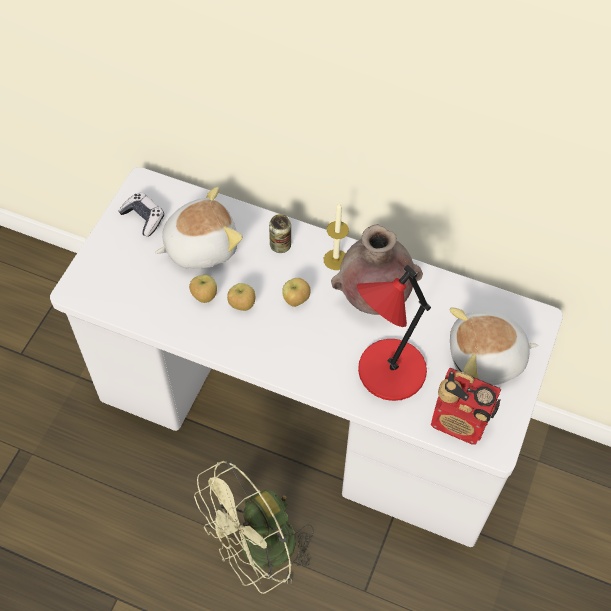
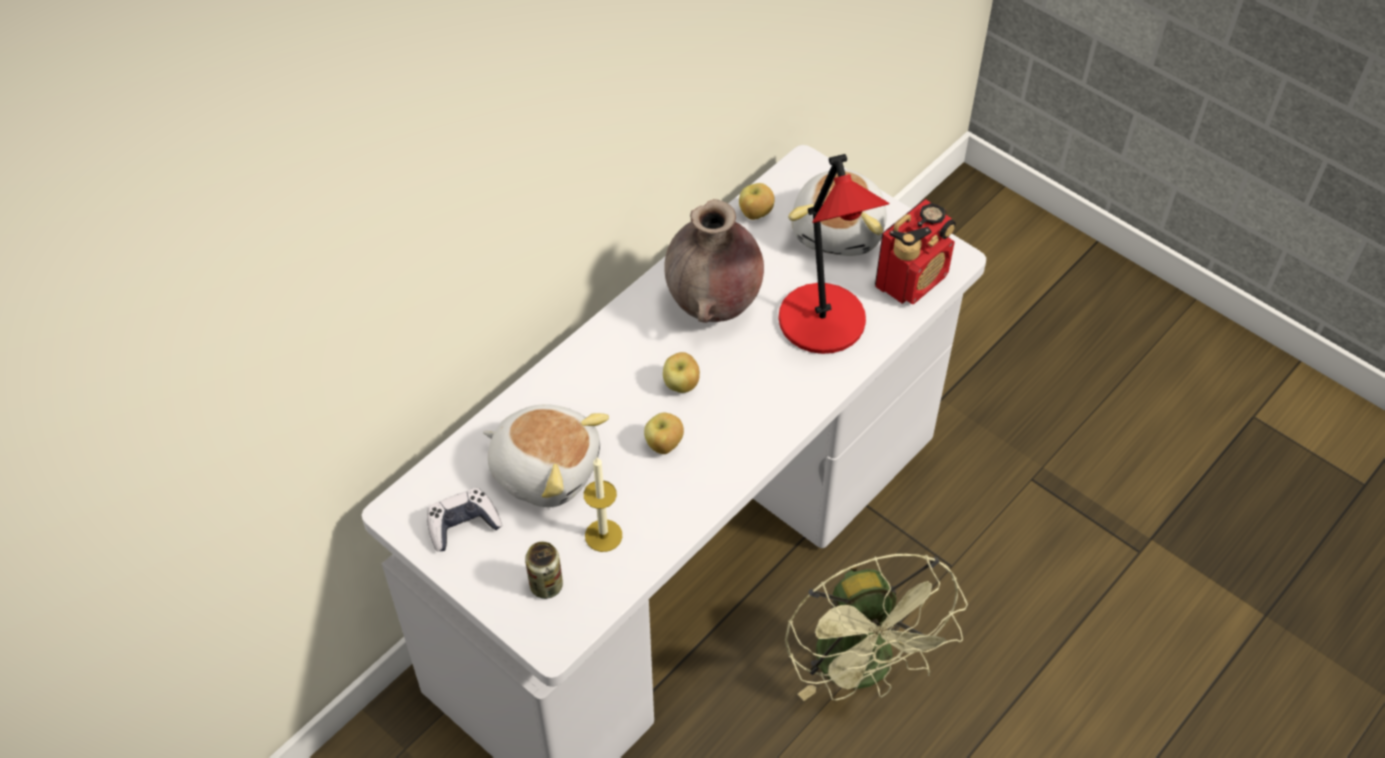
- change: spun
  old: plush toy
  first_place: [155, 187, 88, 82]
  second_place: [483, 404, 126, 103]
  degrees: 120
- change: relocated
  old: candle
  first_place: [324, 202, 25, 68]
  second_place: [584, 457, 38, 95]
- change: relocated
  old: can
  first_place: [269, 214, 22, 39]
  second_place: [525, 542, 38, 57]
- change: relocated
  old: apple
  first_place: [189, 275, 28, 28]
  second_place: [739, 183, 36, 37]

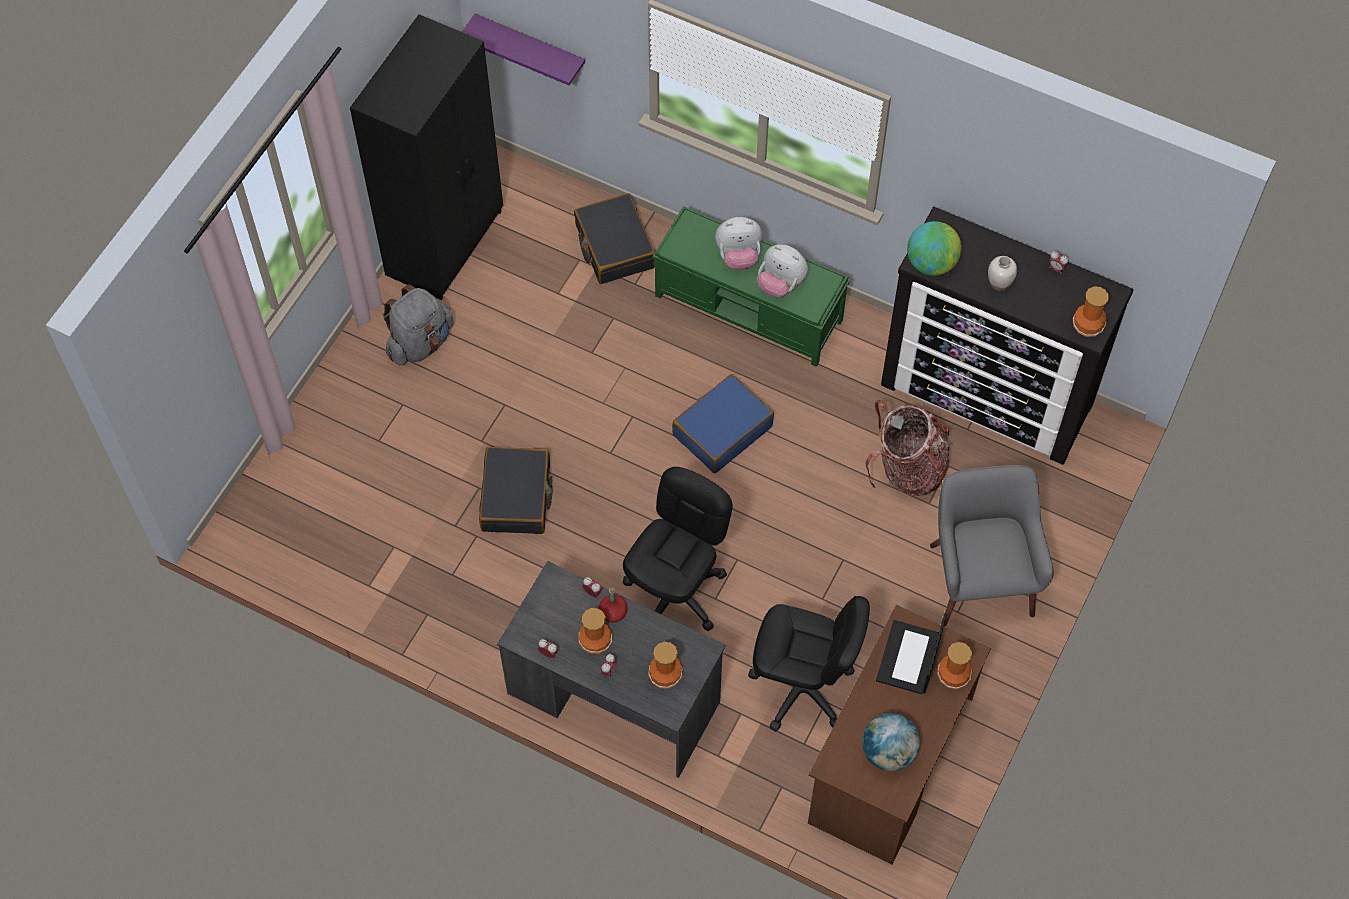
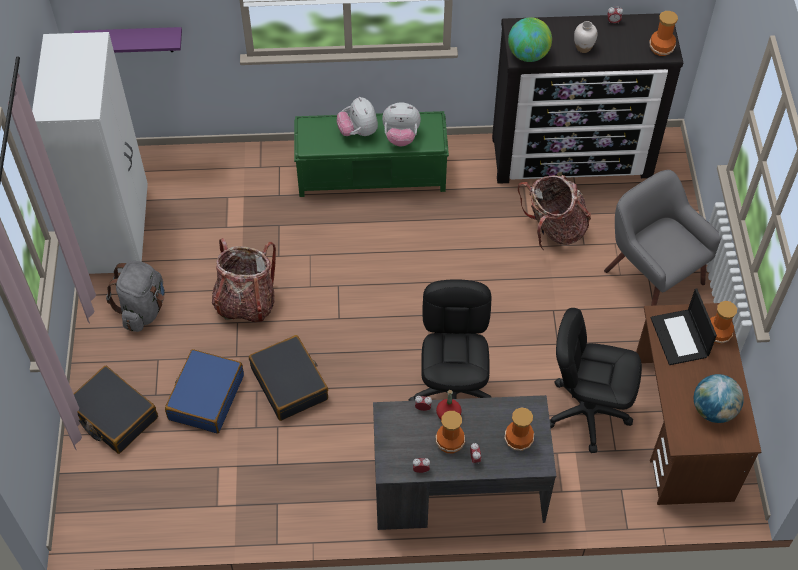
- change: colour
  old: black wardrobe
  new: white wardrobe
  first_place: [350, 14, 153, 286]
  second_place: [32, 32, 116, 242]
- change: relocated
  old: black suitcase
  first_place: [574, 193, 81, 91]
  second_place: [74, 366, 84, 88]
- change: spun
  old: plush toy
  first_place: [715, 217, 47, 53]
  second_place: [337, 97, 41, 39]
  degrees: 105
- change: relocated
  old: blue suitcase
  first_place: [672, 374, 102, 99]
  second_place: [165, 349, 79, 84]
- change: spun
  old: black office chair
  first_place: [748, 596, 122, 136]
  second_place: [550, 308, 92, 145]
  degrees: -150
- change: appeared
  new: backpack
  second_place: [212, 238, 64, 85]

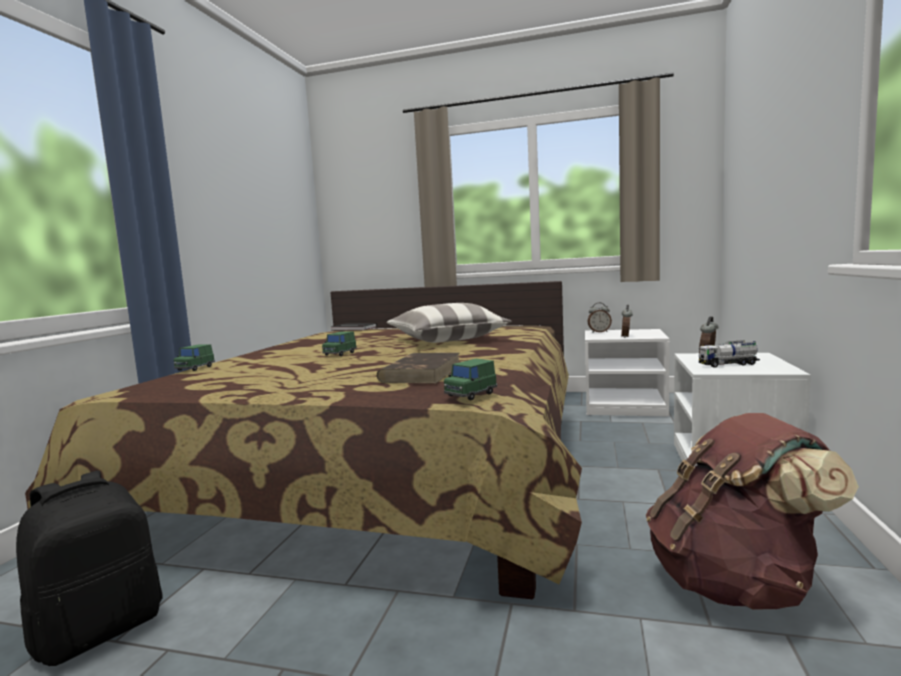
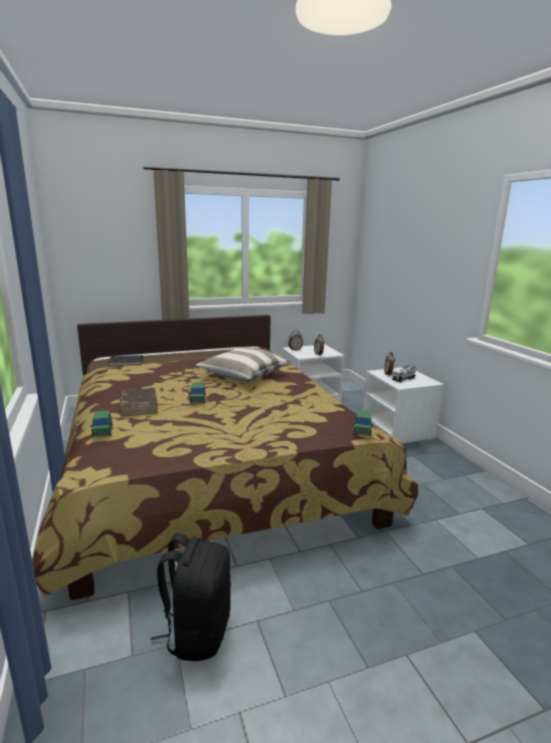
- change: relocated
  old: brown book
  first_place: [377, 353, 82, 31]
  second_place: [120, 388, 38, 28]
- change: missing
  old: brown backpack
  first_place: [646, 413, 213, 197]

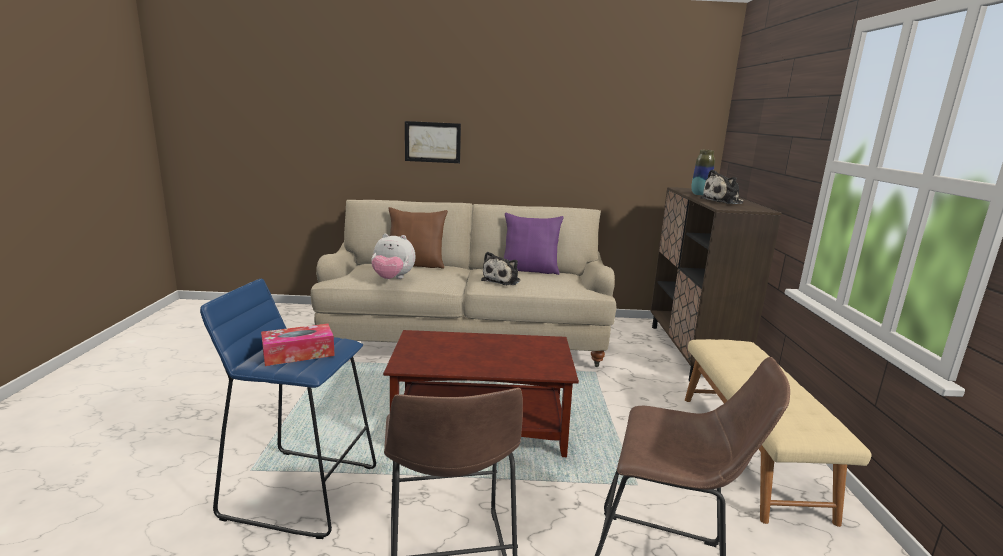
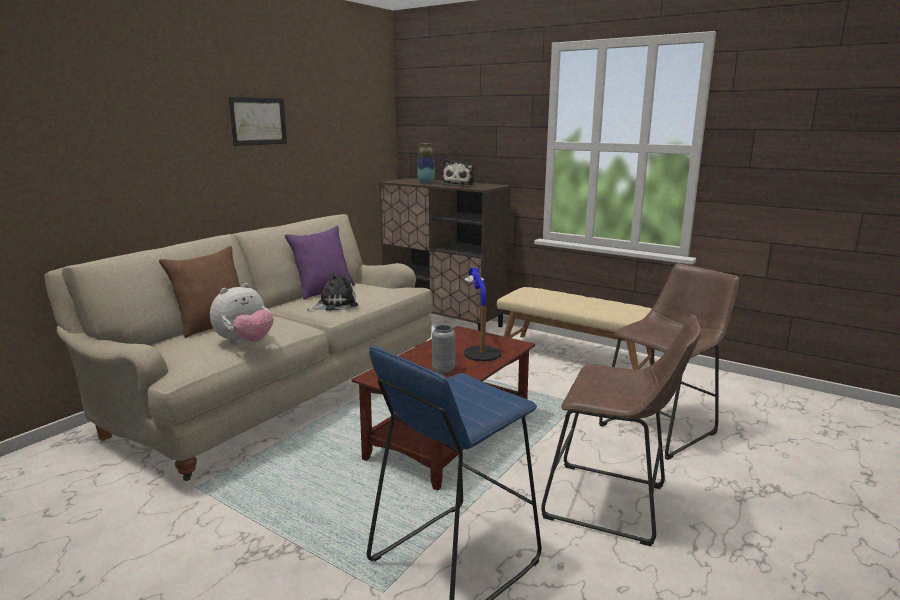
- change: relocated
  old: picture
  first_place: [405, 121, 56, 42]
  second_place: [229, 97, 58, 49]
- change: spun
  old: plush toy
  first_place: [481, 252, 39, 33]
  second_place: [307, 273, 51, 38]
  degrees: -90
- change: missing
  old: tissue box
  first_place: [261, 324, 74, 42]
- change: appeared
  new: table lamp
  second_place: [464, 268, 37, 93]
- change: appeared
  new: grey vase
  second_place: [432, 325, 23, 49]

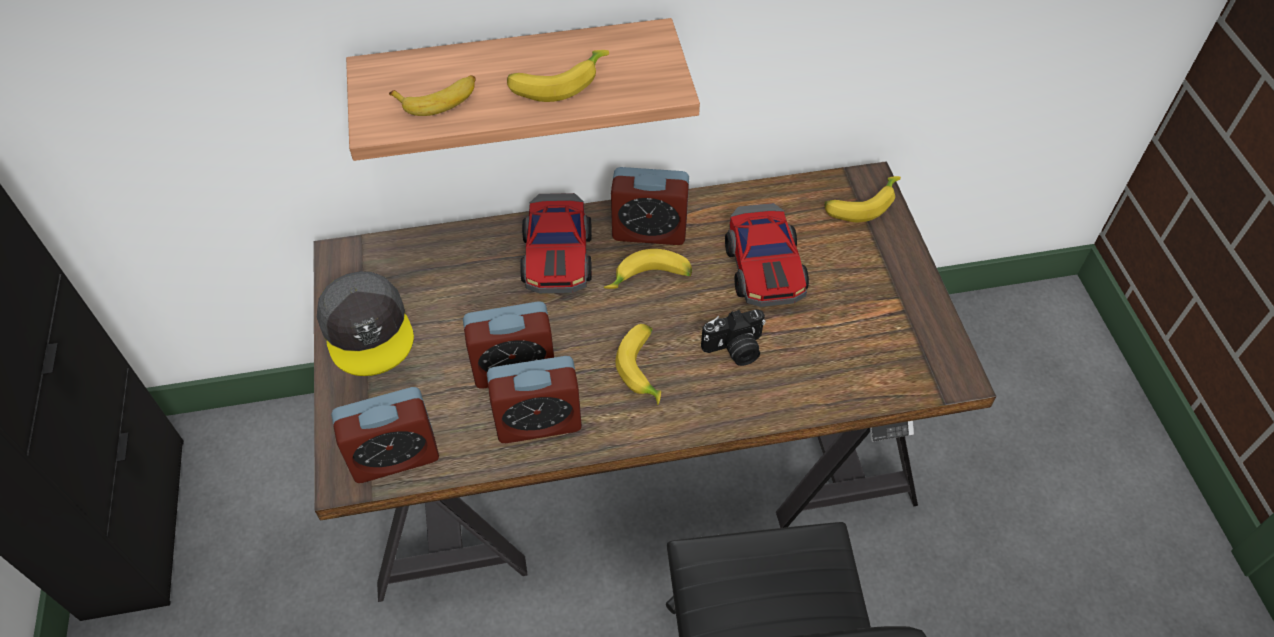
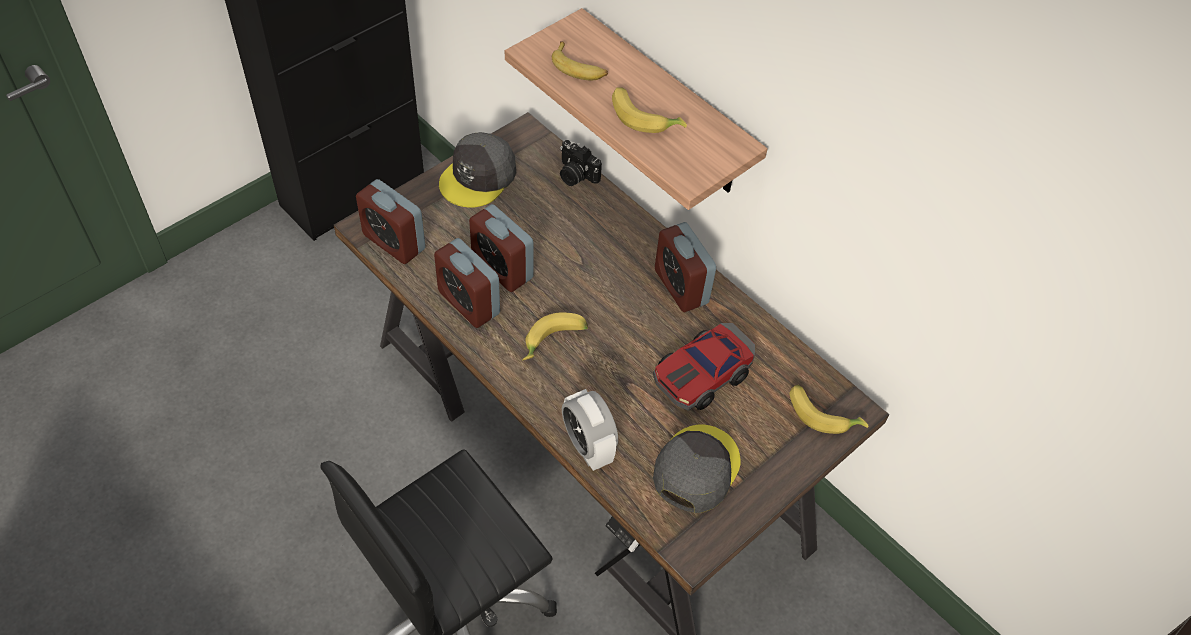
- change: missing
  old: toy car
  first_place: [520, 193, 72, 100]
- change: missing
  old: banana
  first_place: [604, 249, 88, 40]
- change: relocated
  old: photo camera
  first_place: [701, 309, 65, 57]
  second_place: [560, 140, 42, 46]
- change: appeared
  new: alarm clock
  second_place: [562, 389, 56, 82]
- change: appeared
  new: grey cap
  second_place: [653, 424, 88, 89]

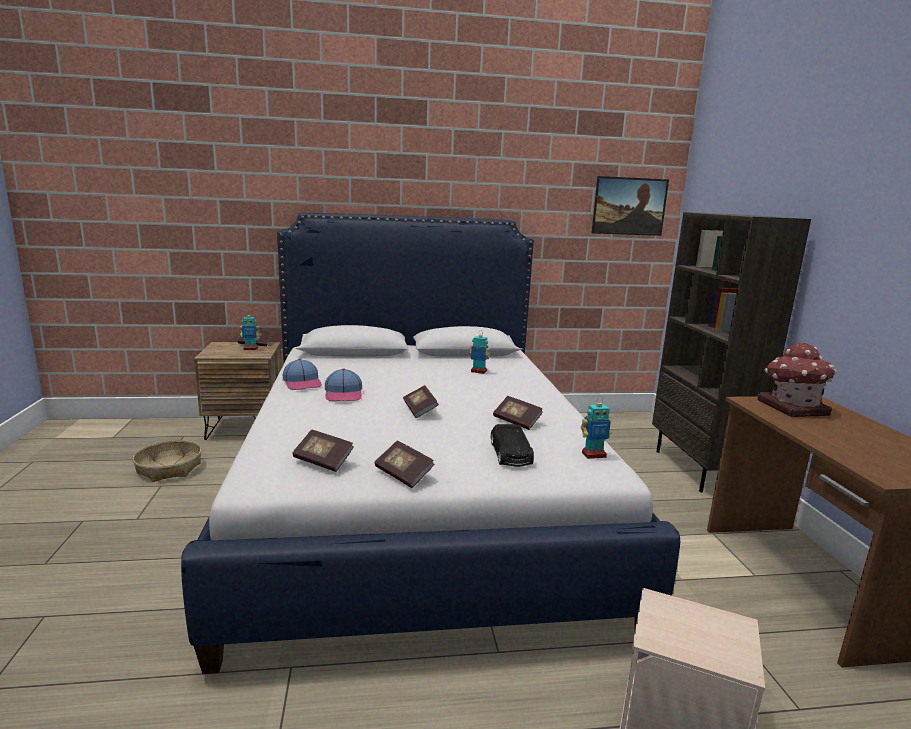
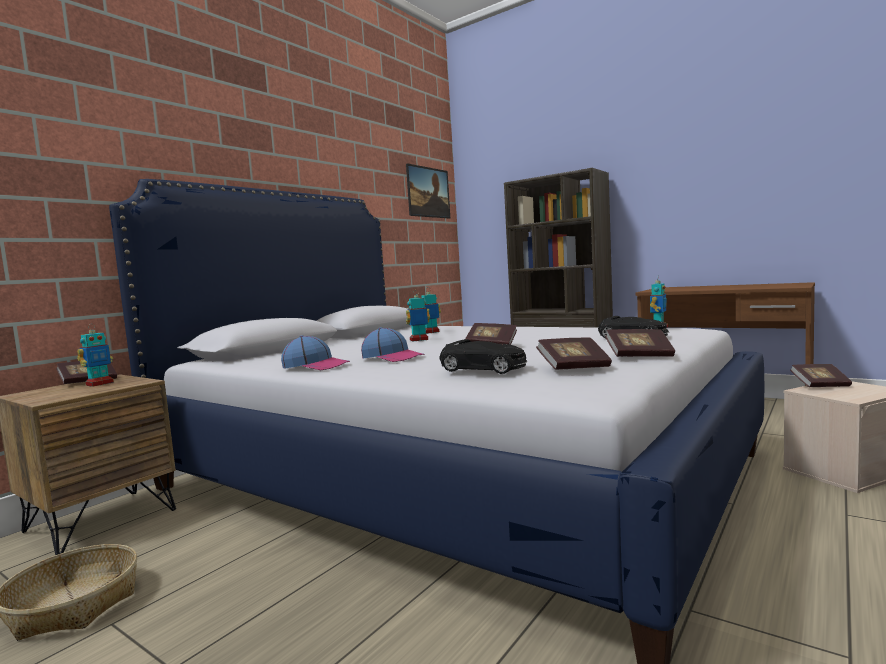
- change: missing
  old: toy house
  first_place: [757, 342, 80, 75]
- change: relocated
  old: book
  first_place: [493, 396, 50, 34]
  second_place: [790, 364, 62, 23]
- change: appeared
  new: toy robot
  second_place: [406, 290, 24, 52]
- change: appeared
  new: black toy car
  second_place: [439, 339, 88, 35]

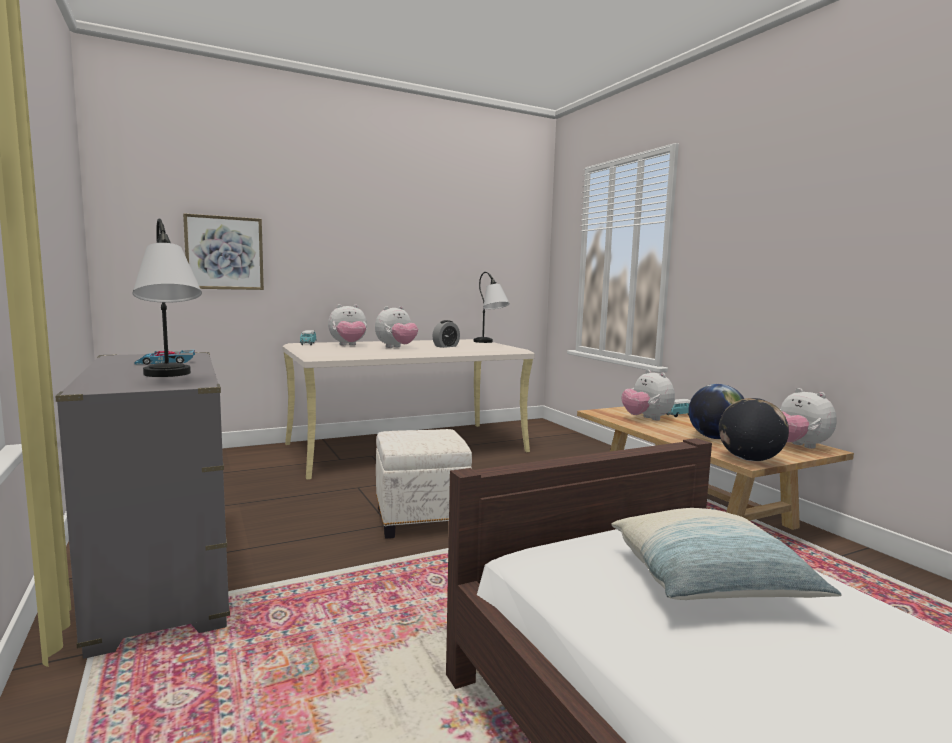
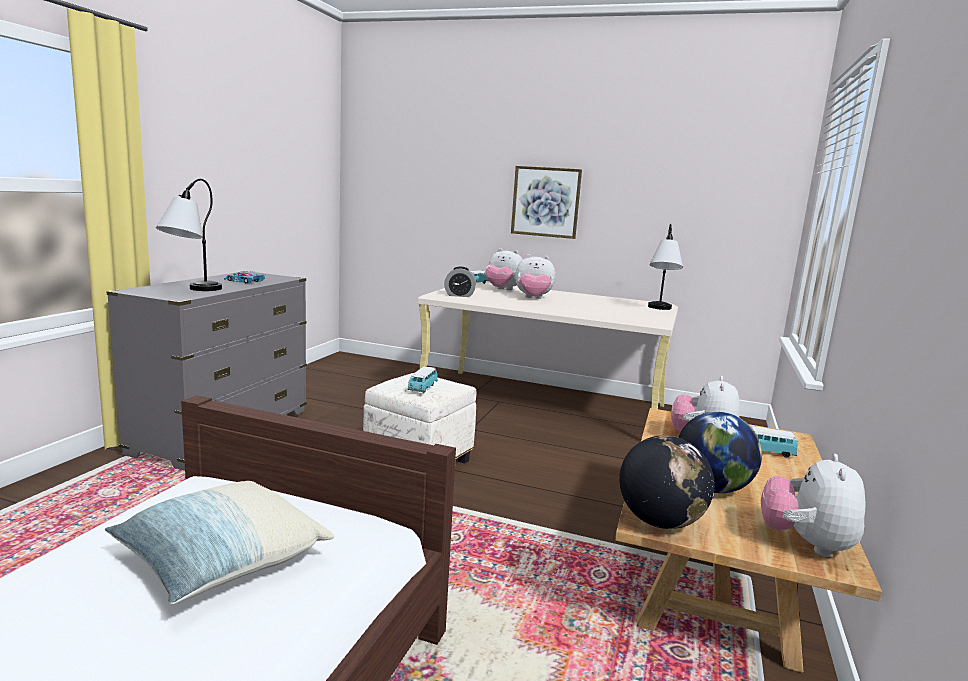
- change: relocated
  old: picture
  first_place: [183, 213, 81, 77]
  second_place: [511, 166, 71, 73]
- change: relocated
  old: alarm clock
  first_place: [433, 320, 27, 28]
  second_place: [444, 267, 32, 30]
- change: appeared
  new: toy car
  second_place: [408, 366, 30, 27]

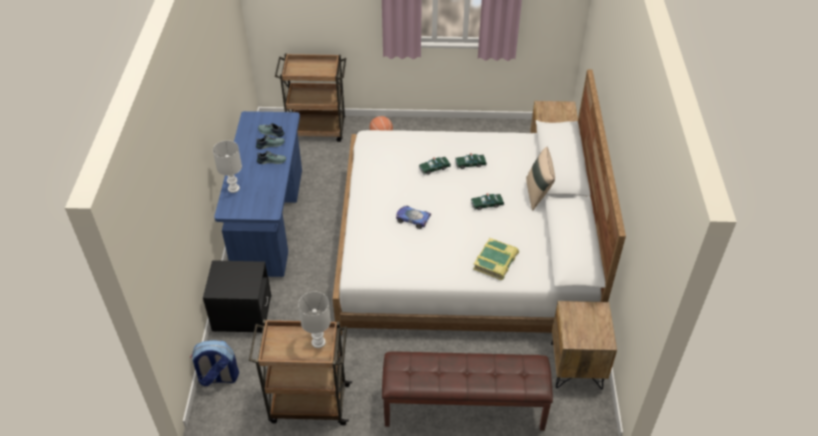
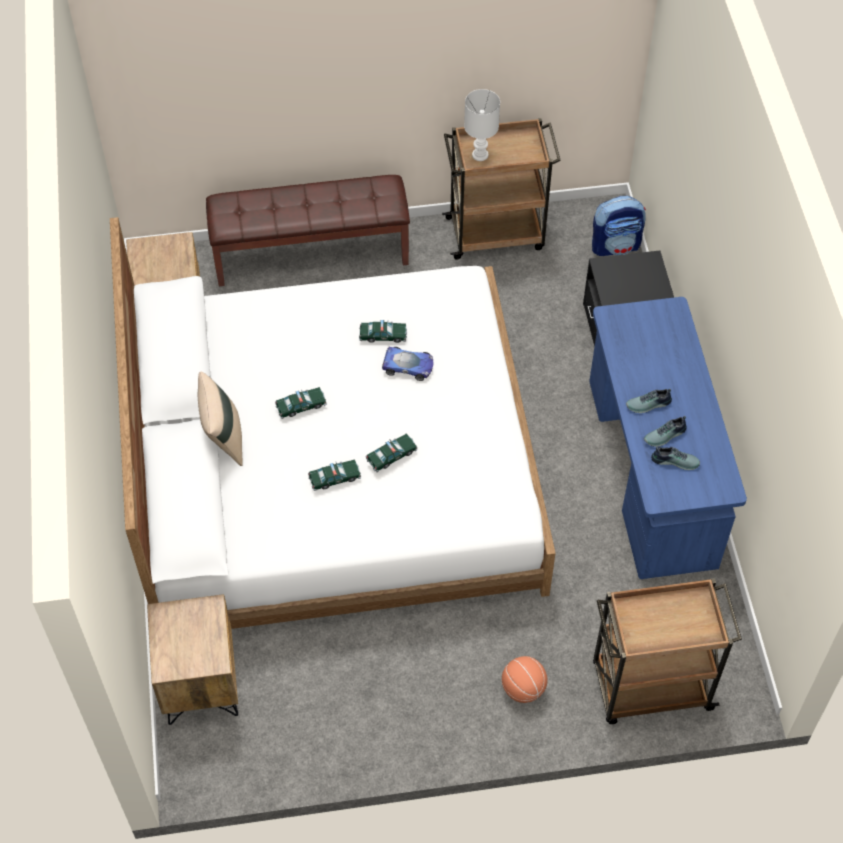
- change: missing
  old: white table lamp
  first_place: [213, 140, 29, 53]
- change: missing
  old: book
  first_place: [473, 238, 46, 42]
- change: appeared
  new: toy car
  second_place: [359, 320, 48, 23]

